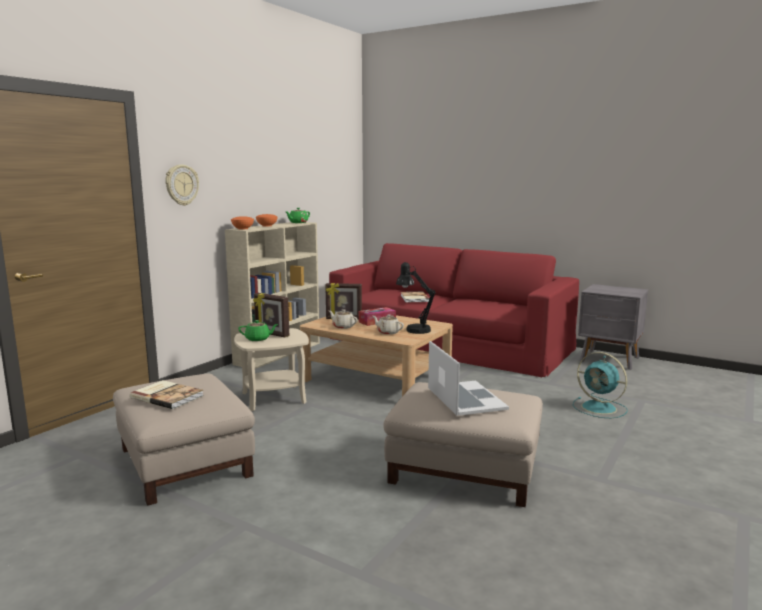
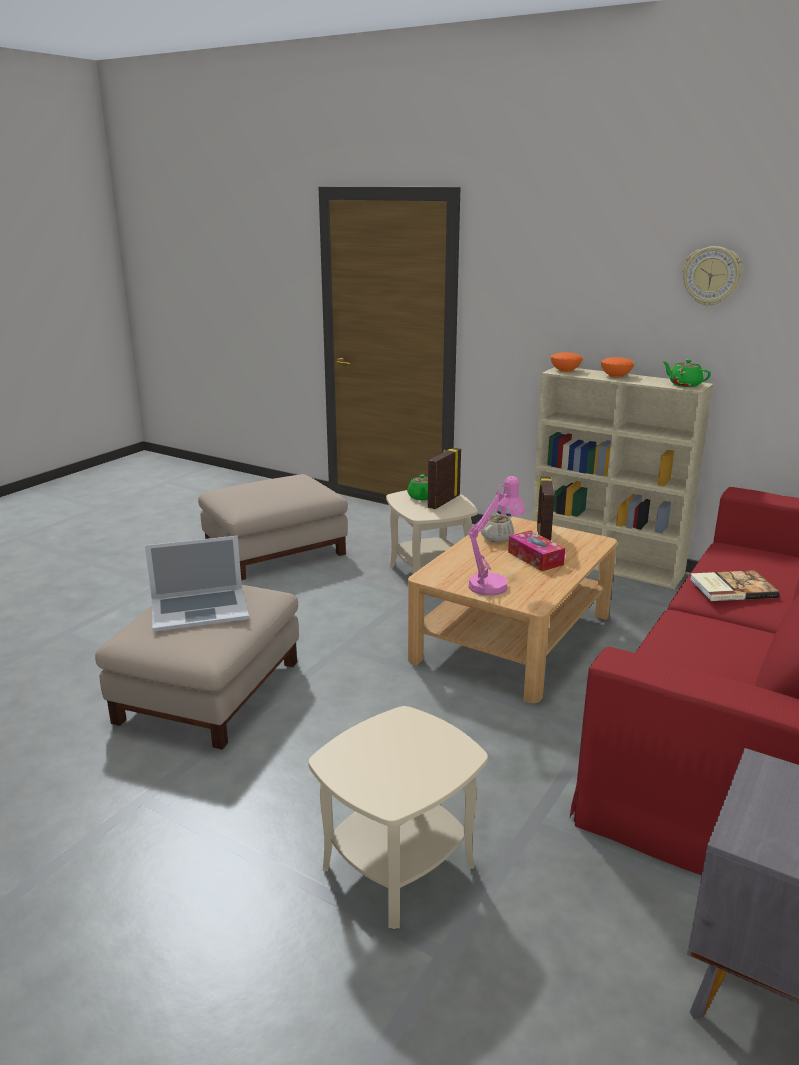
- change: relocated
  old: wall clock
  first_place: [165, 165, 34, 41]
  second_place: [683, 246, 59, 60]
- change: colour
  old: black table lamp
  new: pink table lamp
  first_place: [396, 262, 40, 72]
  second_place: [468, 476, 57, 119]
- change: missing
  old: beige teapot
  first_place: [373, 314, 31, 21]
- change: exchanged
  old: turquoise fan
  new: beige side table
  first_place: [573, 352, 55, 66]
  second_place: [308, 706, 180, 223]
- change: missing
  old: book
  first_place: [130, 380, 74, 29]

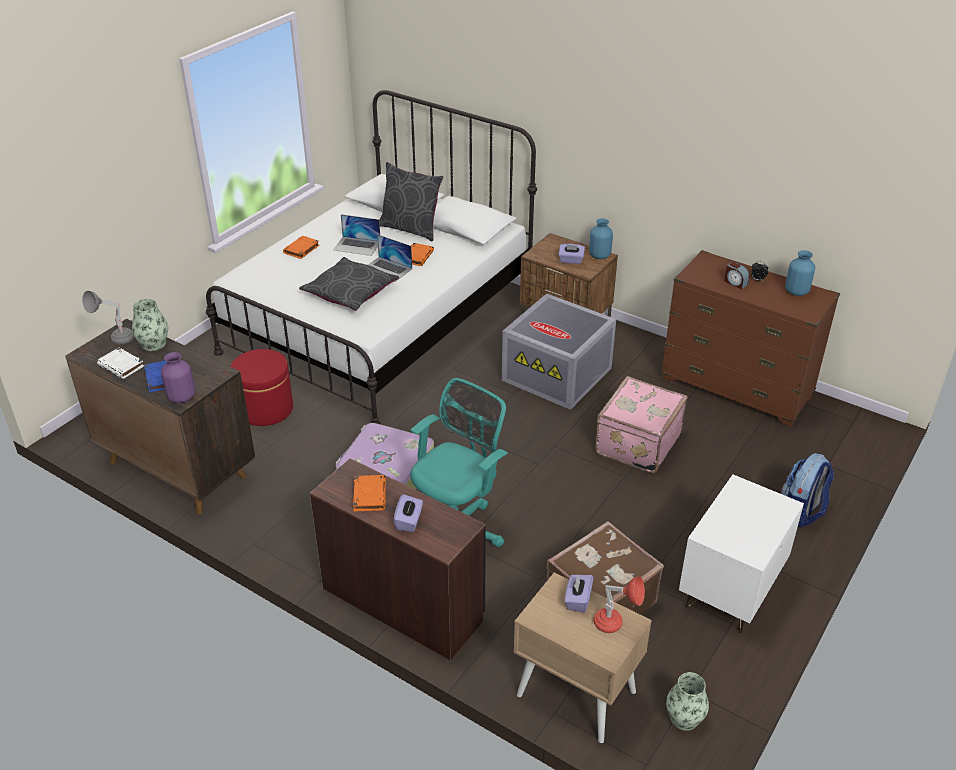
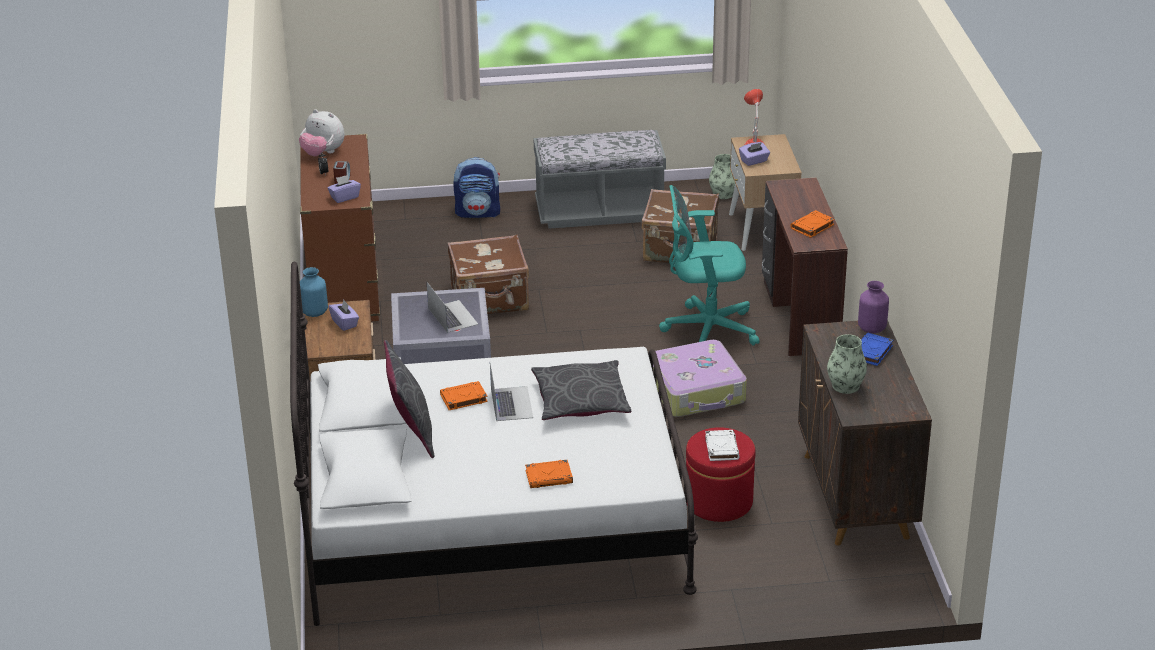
- change: relocated
  old: laptop
  first_place: [333, 214, 47, 42]
  second_place: [427, 282, 51, 51]
- change: exchanged
  old: blue vase
  new: plush toy
  first_place: [785, 250, 30, 46]
  second_place: [299, 109, 46, 47]
- change: missing
  old: grey table lamp
  first_place: [82, 291, 52, 53]
- change: relocated
  old: white book
  first_place: [97, 348, 47, 31]
  second_place: [705, 430, 35, 31]
- change: colour
  old: pink suitcase
  new: brown suitcase
  first_place: [595, 376, 93, 97]
  second_place: [447, 234, 82, 80]
- change: exchanged
  old: white nightstand
  new: grey bench
  first_place: [679, 474, 125, 159]
  second_place: [533, 130, 133, 99]
- change: relocated
  old: purple tissue box
  first_place: [394, 494, 29, 38]
  second_place: [327, 175, 34, 28]

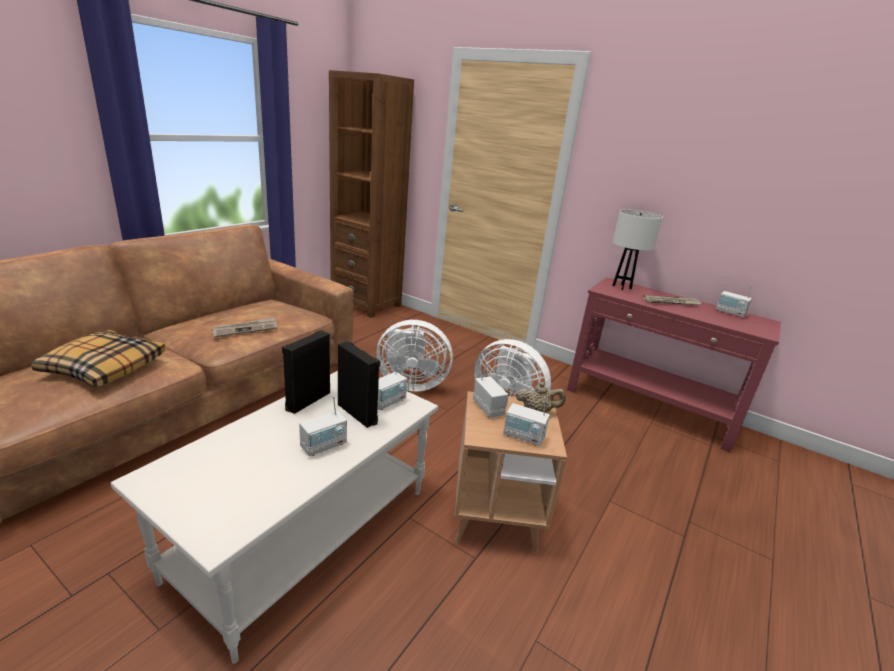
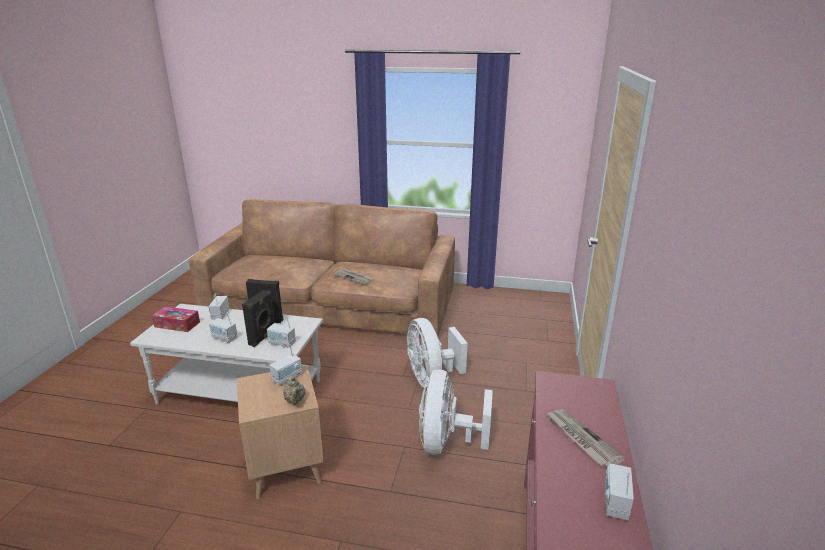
- change: missing
  old: brown bookcase
  first_place: [329, 70, 85, 248]
- change: missing
  old: white table lamp
  first_place: [612, 209, 51, 81]
- change: missing
  old: pillow
  first_place: [31, 330, 134, 57]
- change: relocated
  old: radio
  first_place: [503, 396, 47, 50]
  second_place: [209, 293, 20, 27]
- change: appeared
  new: tissue box
  second_place: [152, 306, 48, 26]

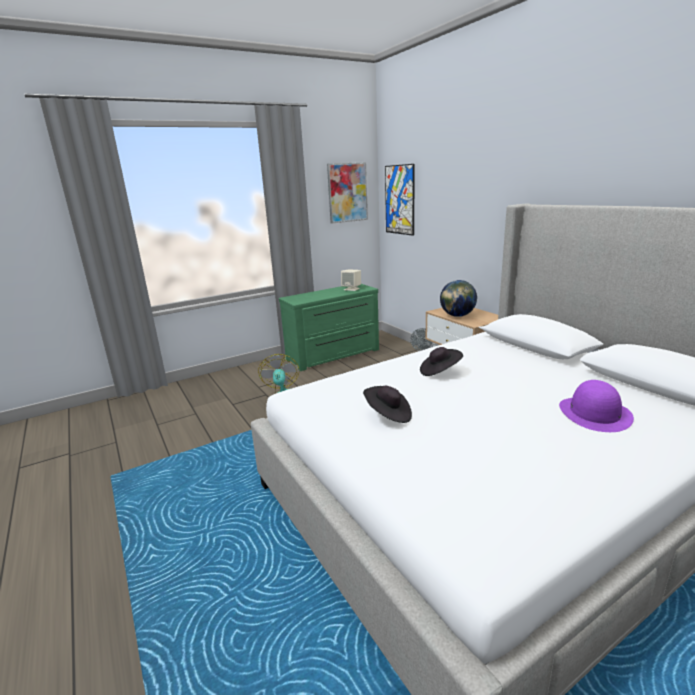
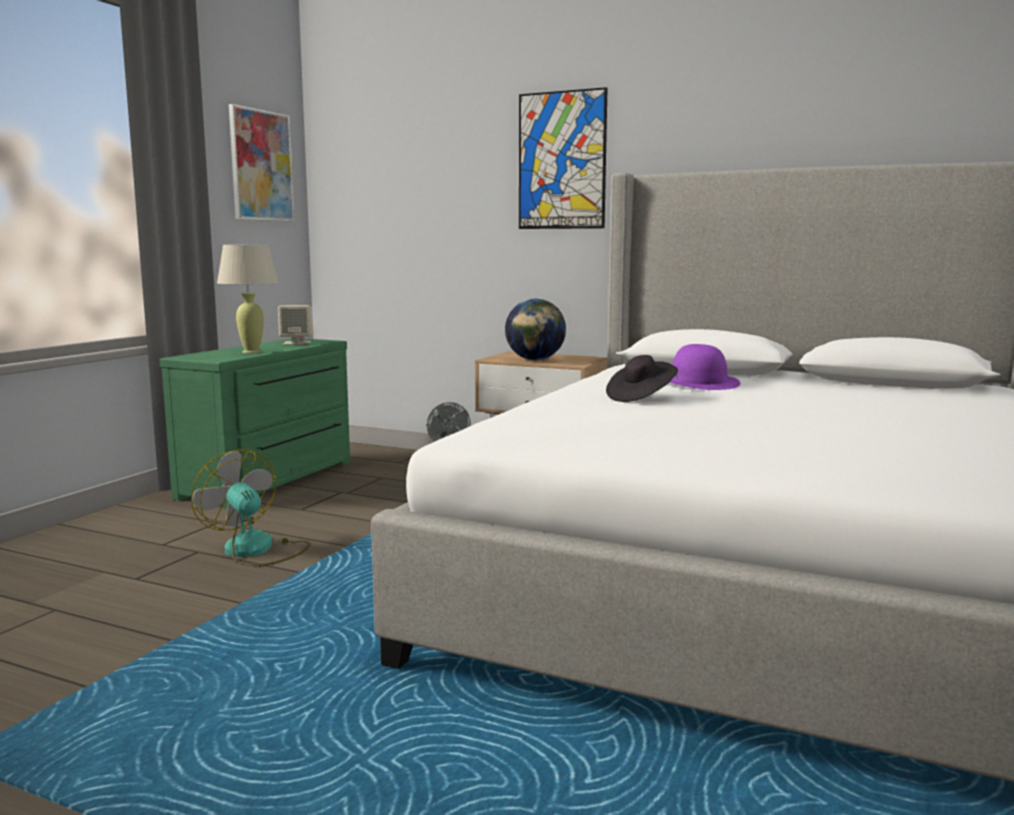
- change: relocated
  old: picture
  first_place: [385, 164, 30, 72]
  second_place: [519, 87, 89, 142]
- change: relocated
  old: purple hat
  first_place: [559, 380, 75, 52]
  second_place: [670, 344, 70, 46]
- change: missing
  old: black hat
  first_place: [363, 386, 49, 37]
- change: appeared
  new: beige table lamp
  second_place: [217, 245, 62, 108]

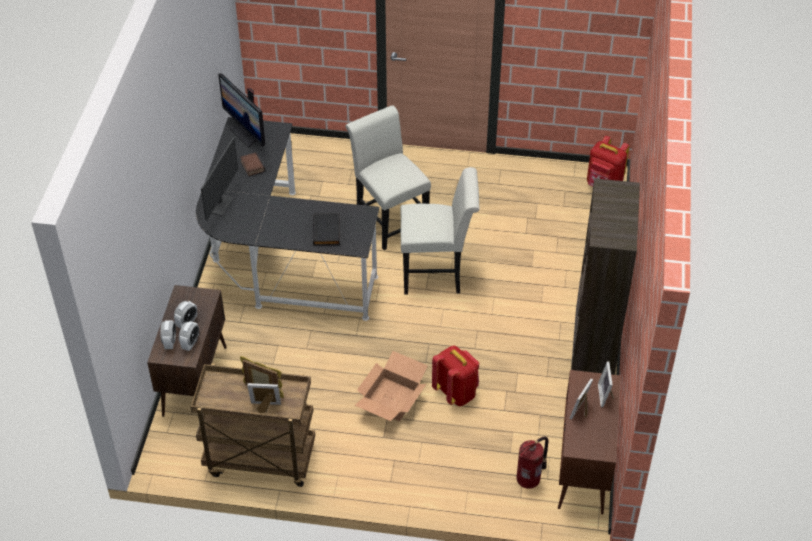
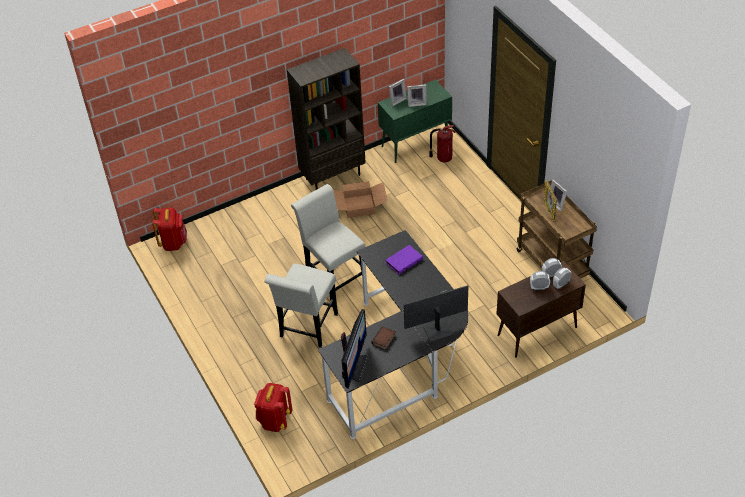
- change: colour
  old: black book
  new: purple book
  first_place: [313, 213, 27, 33]
  second_place: [386, 245, 37, 30]
- change: relocated
  old: red backpack
  first_place: [432, 346, 47, 60]
  second_place: [254, 383, 38, 49]
- change: relocated
  old: cardboard box
  first_place: [355, 351, 73, 70]
  second_place: [333, 181, 55, 37]
- change: colour
  old: brown cabinet
  new: green cabinet
  first_place: [558, 370, 63, 144]
  second_place: [378, 79, 74, 84]

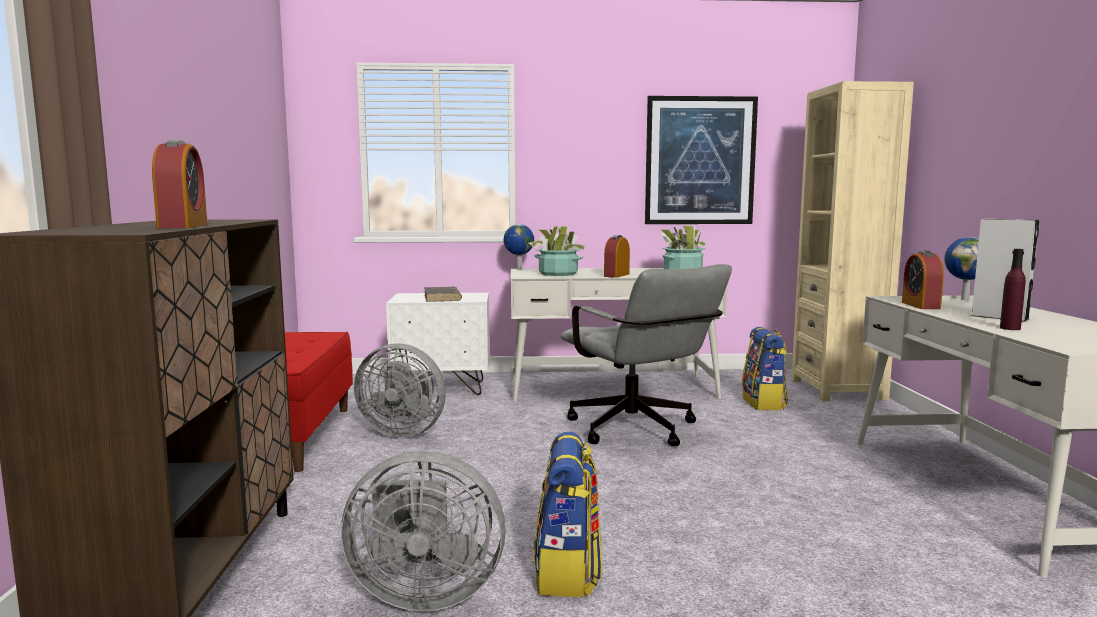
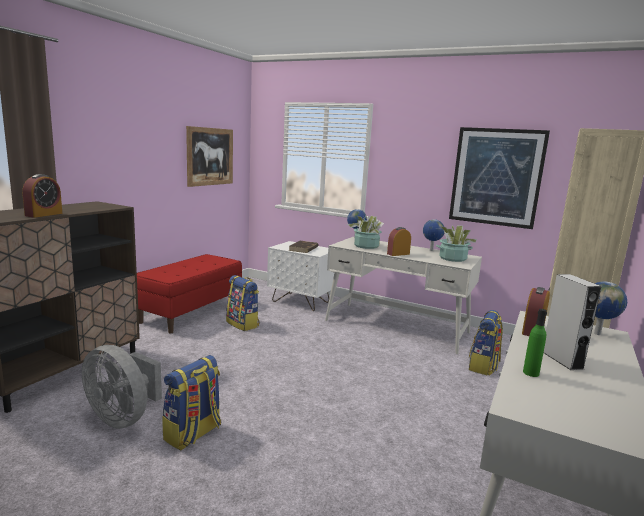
- change: colour
  old: purple bottle
  new: green bottle
  first_place: [1000, 249, 26, 81]
  second_place: [523, 309, 24, 68]
- change: missing
  old: grey office chair
  first_place: [560, 264, 172, 183]
- change: exchanged
  old: grey fan
  new: backpack
  first_place: [354, 343, 92, 95]
  second_place: [226, 275, 33, 56]
- change: appeared
  new: picture
  second_place: [186, 126, 47, 61]
- change: appeared
  new: globe
  second_place: [423, 219, 21, 32]

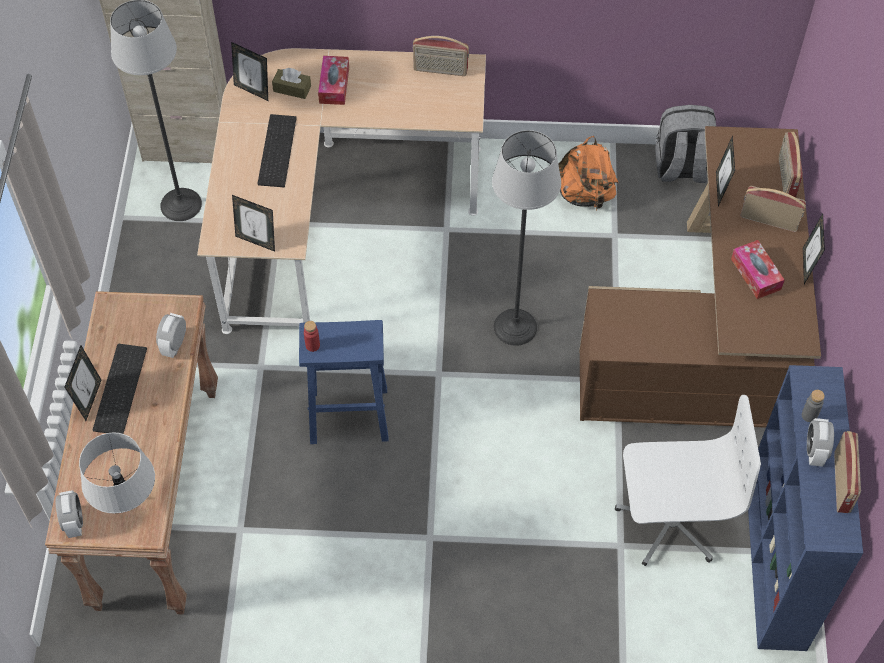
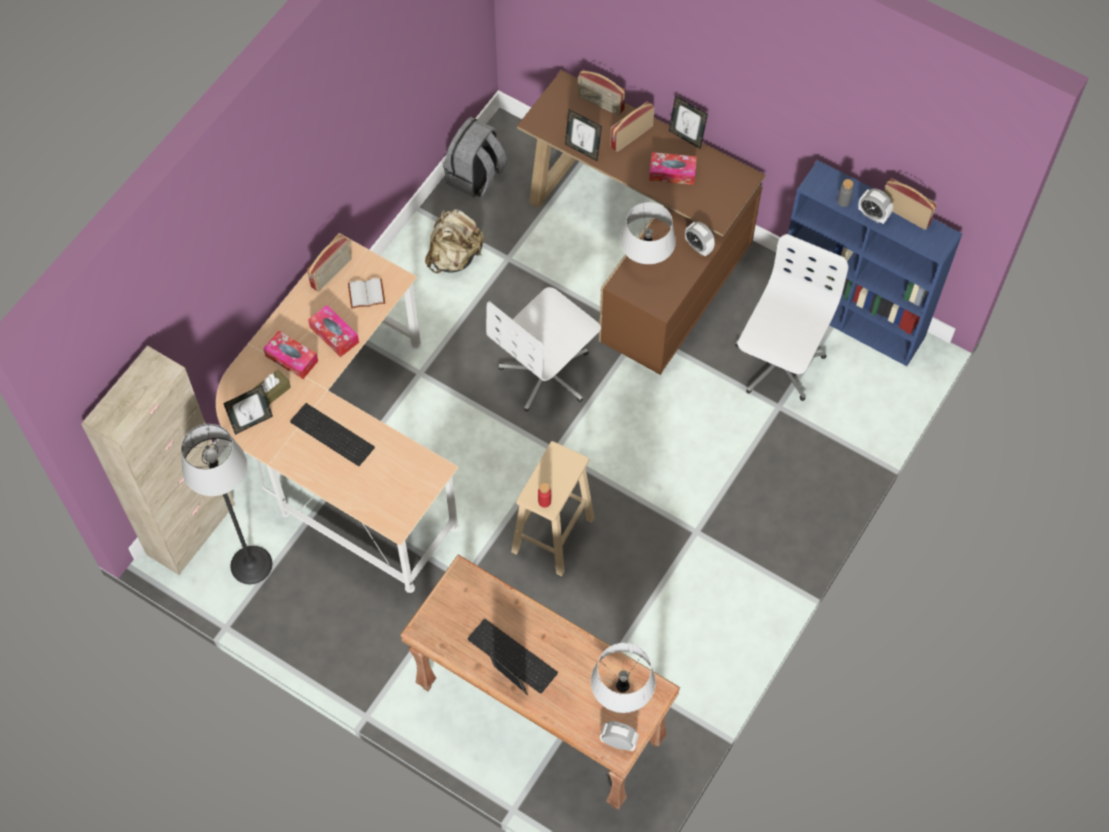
- change: exchanged
  old: floor lamp
  new: white office chair
  first_place: [492, 130, 69, 216]
  second_place: [486, 287, 115, 125]
- change: colour
  old: orange backpack
  new: beige backpack
  first_place: [558, 136, 60, 74]
  second_place: [425, 209, 59, 64]
- change: missing
  old: picture frame
  first_place: [232, 195, 43, 57]
- change: relocated
  old: alarm clock
  first_place: [156, 313, 30, 45]
  second_place: [685, 222, 30, 35]
- change: colour
  old: blue stool
  new: beige stool
  first_place: [299, 320, 90, 124]
  second_place: [511, 441, 83, 136]
- change: appeared
  new: grey table lamp
  second_place: [620, 202, 56, 62]
- change: appeared
  new: white book
  second_place: [348, 278, 37, 31]
- change: appeared
  new: tissue box
  second_place: [308, 305, 51, 52]

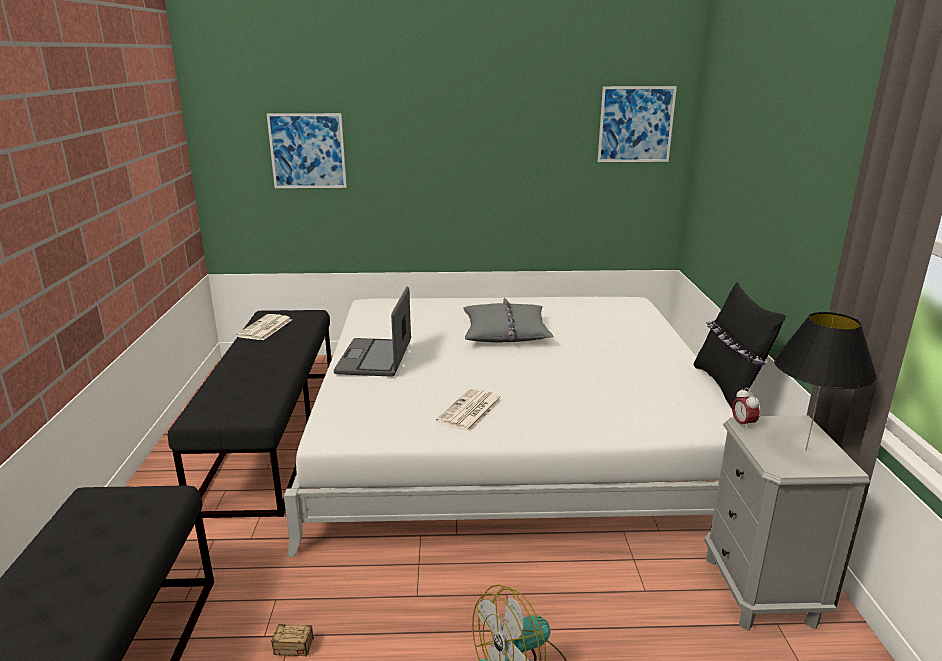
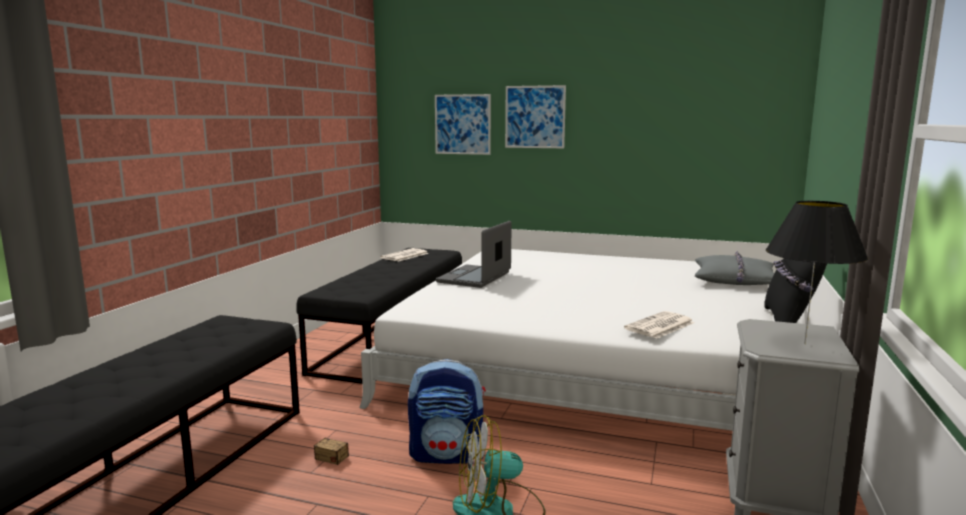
- change: relocated
  old: picture
  first_place: [598, 86, 79, 76]
  second_place: [505, 85, 61, 63]
- change: relocated
  old: grey pillow
  first_place: [464, 298, 89, 44]
  second_place: [695, 251, 80, 34]
- change: relocated
  old: newspaper
  first_place: [436, 388, 67, 44]
  second_place: [624, 311, 70, 28]
- change: missing
  old: alarm clock
  first_place: [732, 388, 28, 42]
- change: appeared
  new: backpack
  second_place: [408, 359, 78, 105]

